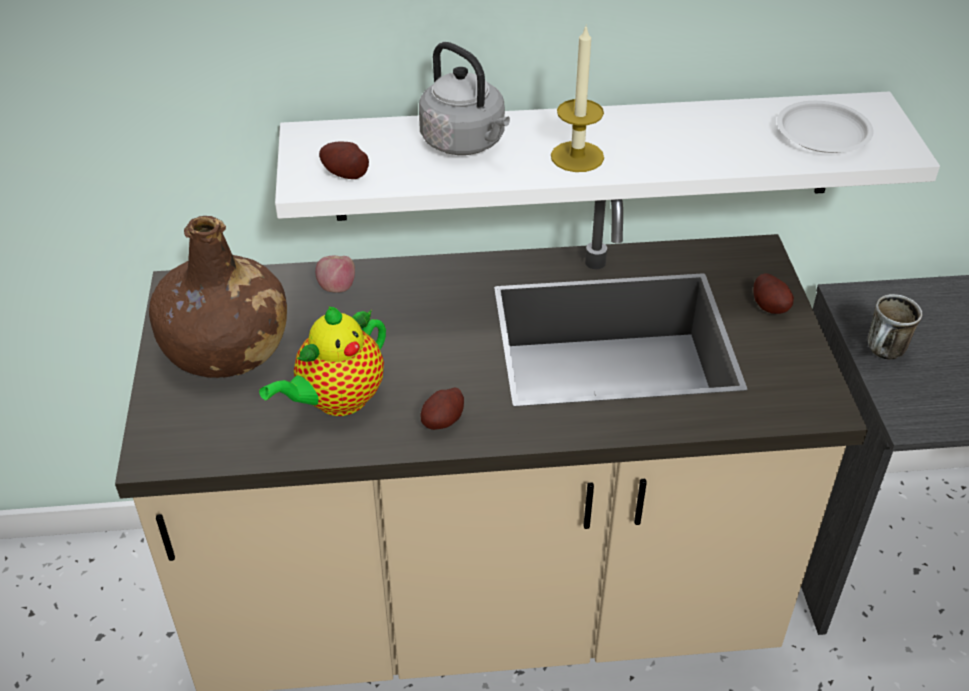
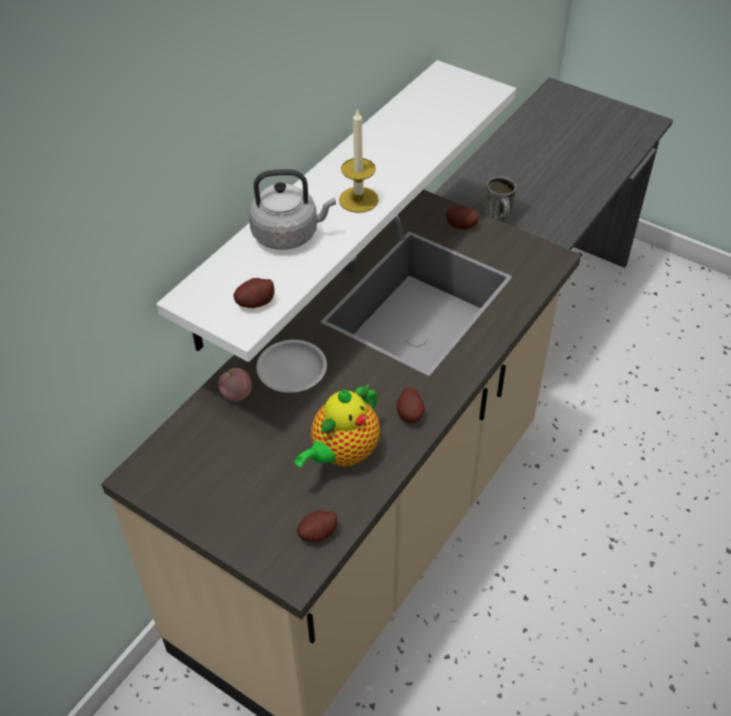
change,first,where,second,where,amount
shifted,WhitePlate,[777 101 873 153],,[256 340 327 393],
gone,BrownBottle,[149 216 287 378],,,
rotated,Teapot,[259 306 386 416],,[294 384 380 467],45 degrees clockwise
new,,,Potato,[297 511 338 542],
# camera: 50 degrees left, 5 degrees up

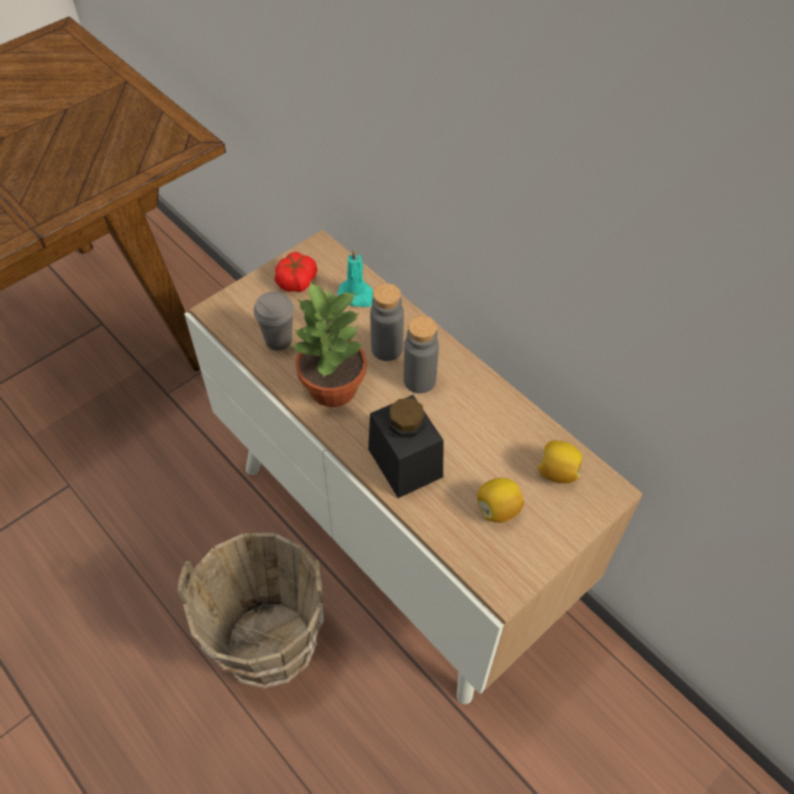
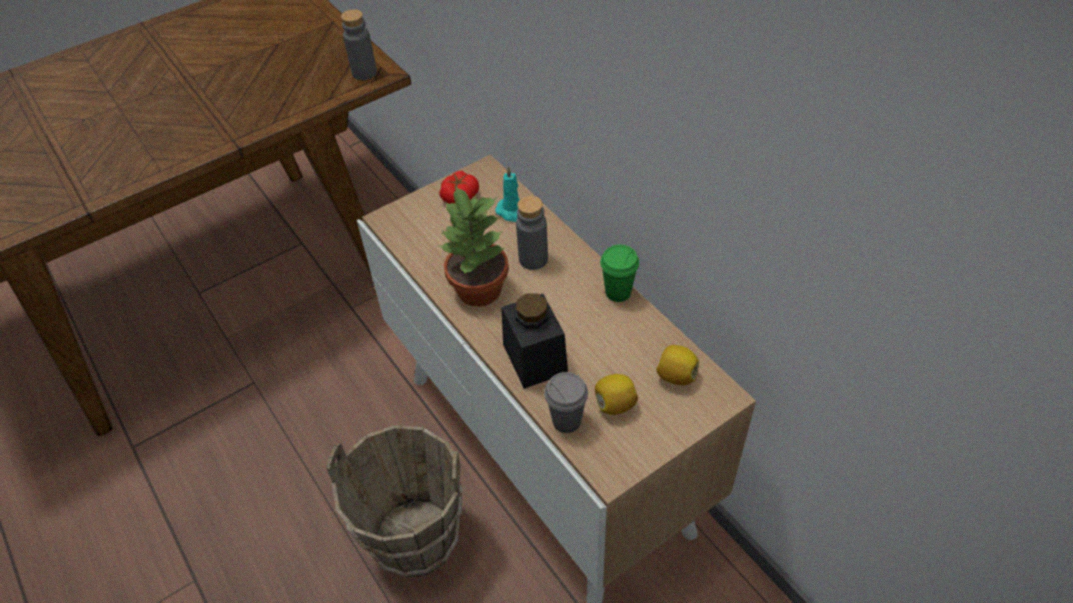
change,first,where,second,where,amount
shifted,GreyCup,[254 291 294 351],,[544 372 588 433],
shifted,GreyBottle,[404 316 439 393],,[341 9 377 80],
new,,,GreenCup,[600 245 639 302],
# camera: 10 degrees right, 5 degrees down

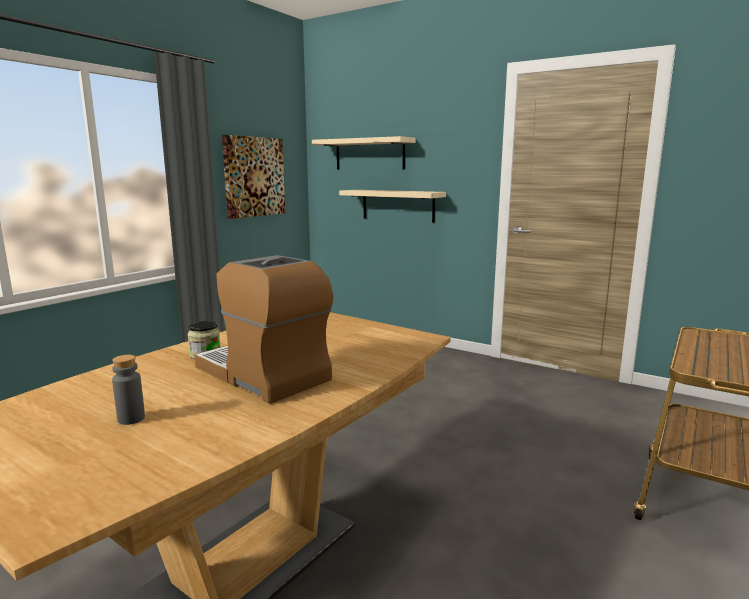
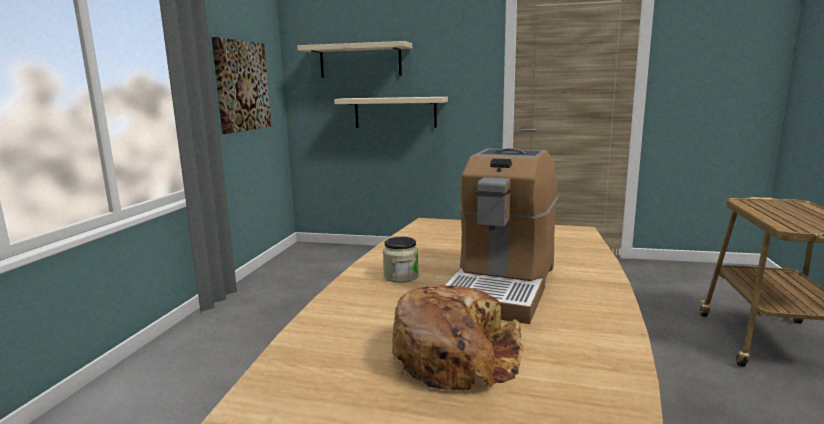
change,first,where,second,where,amount
rotated,CoffeeMachine,[195 255 333 404],,[445 148 558 324],90 degrees counterclockwise
swapped,GreyBottle,[112 355 145 425],Bread,[392 285 524 391],
# camera: 20 degrees left, 0 degrees up

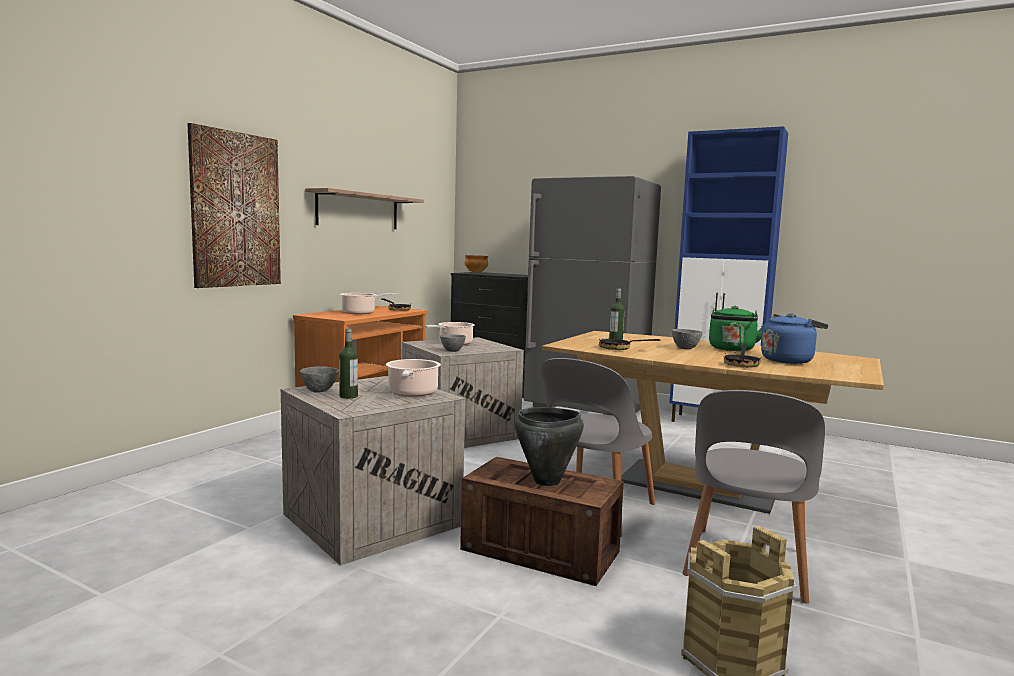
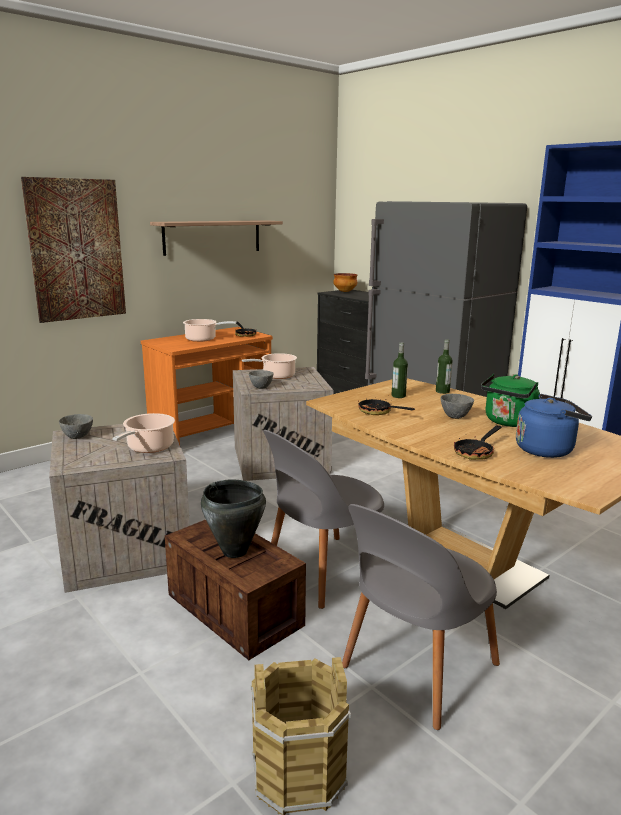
change,first,where,second,where,amount
shifted,Bottle,[339 328 358 399],,[436 339 453 394],
# camera: 20 degrees right, 10 degrees up

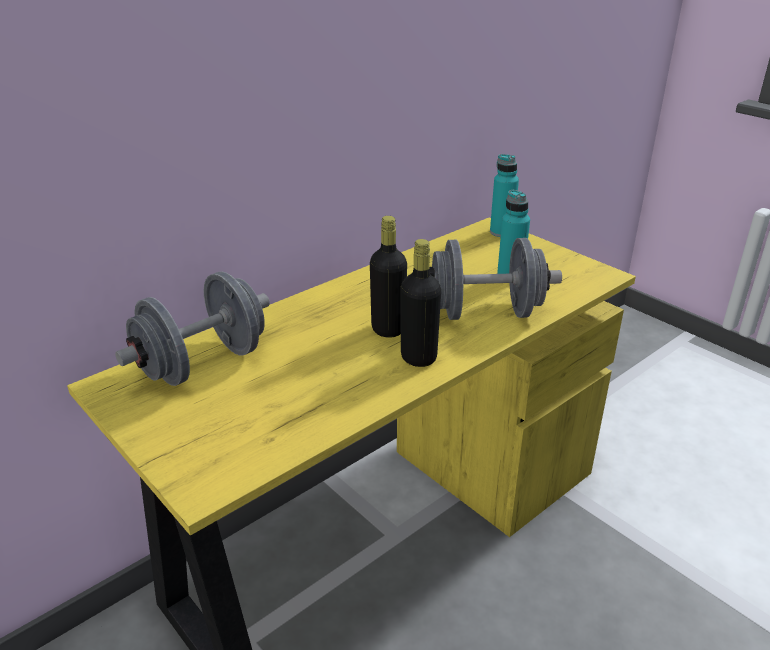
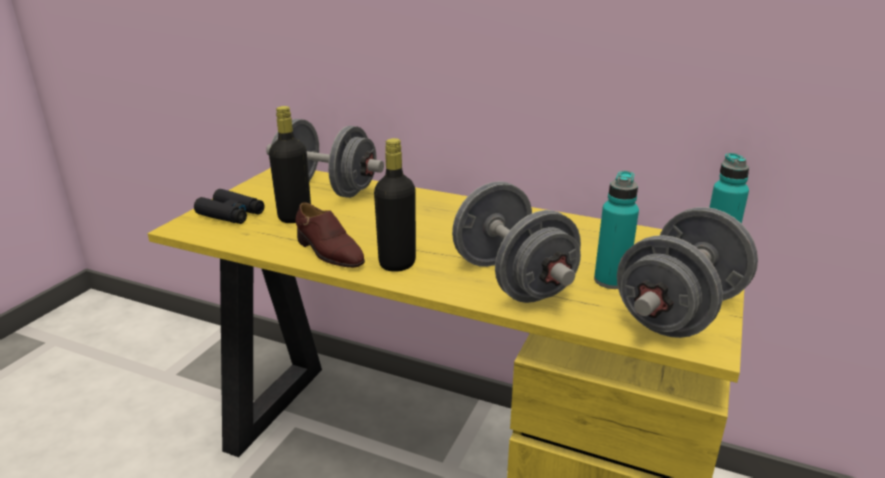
change,first,where,second,where,amount
shifted,BlackBottle,[370 216 407 338],,[269 106 311 223],
new,,,BlackBinoculars,[194 189 264 224],
new,,,BrownShoe,[295 202 365 268],
new,,,GreyDumbbell,[617 207 758 338],
# camera: 65 degrees right, 5 degrees down

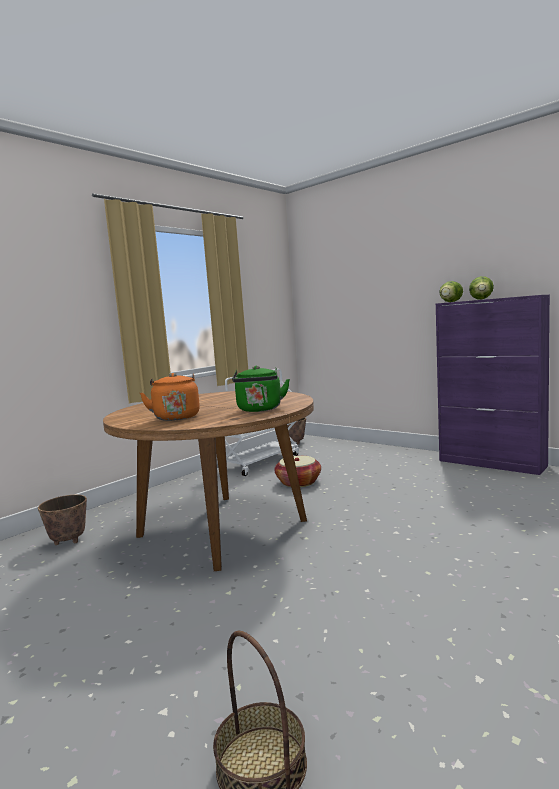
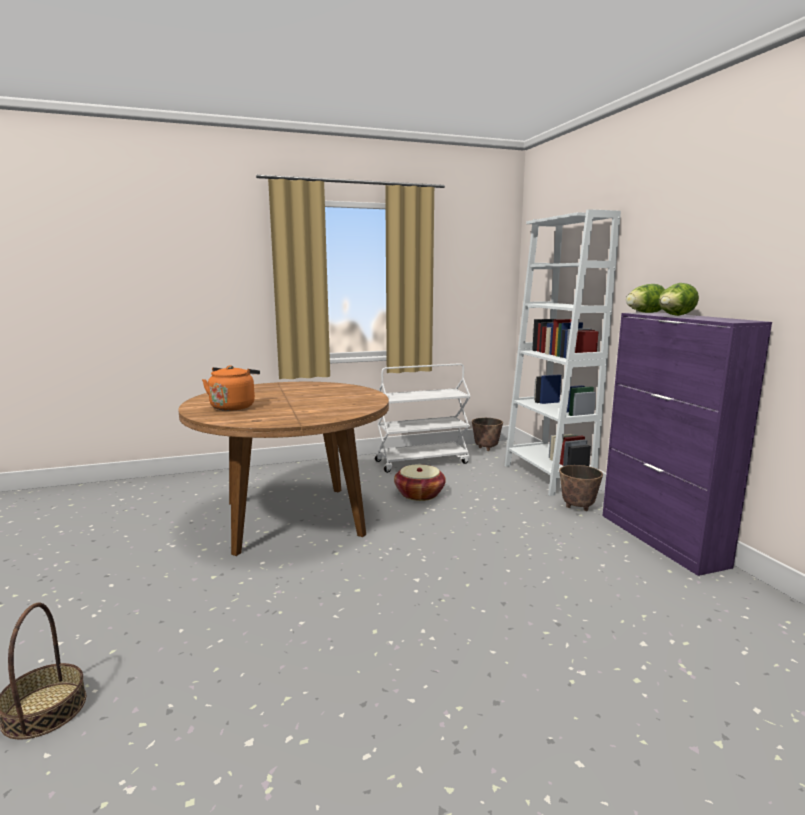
change,first,where,second,where,amount
gone,GreenKettle,[232 366 290 412],,,
shifted,Planter,[38 495 87 545],,[559 465 603 511],
new,,,WhiteBookcase,[505 209 621 496],
# camera: 30 degrees right, 5 degrees up

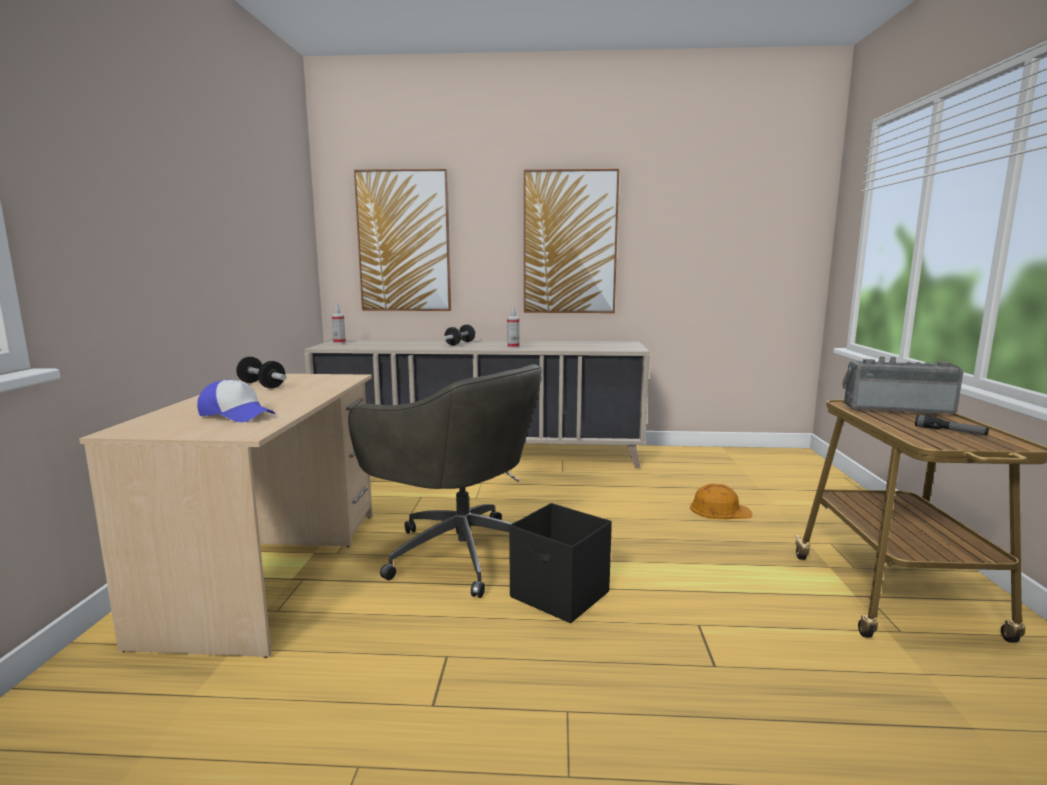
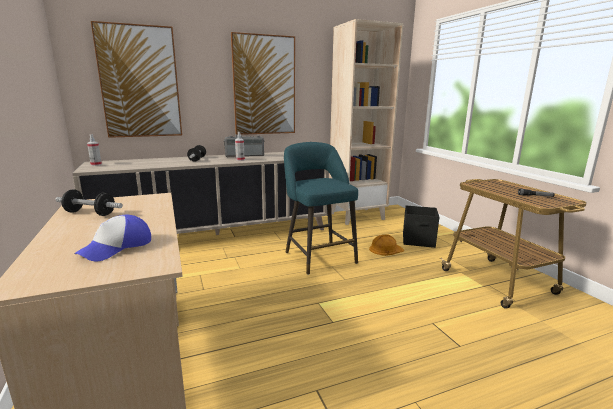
change,first,where,second,where,amount
shifted,Radio,[842 356 963 415],,[224 135 265 157],
gone,GreyOfficeChair,[348 364 541 598],,,
rotated,Cap,[197 380 275 422],,[74 215 151 261],120 degrees clockwise
shifted,BlackStorageBox,[509 503 612 623],,[403 205 439 248],
new,,,BeigeBookcase,[329 19 404 225],
new,,,TurquoiseStool,[284 142 358 275],
# camera: 25 degrees left, 5 degrees up

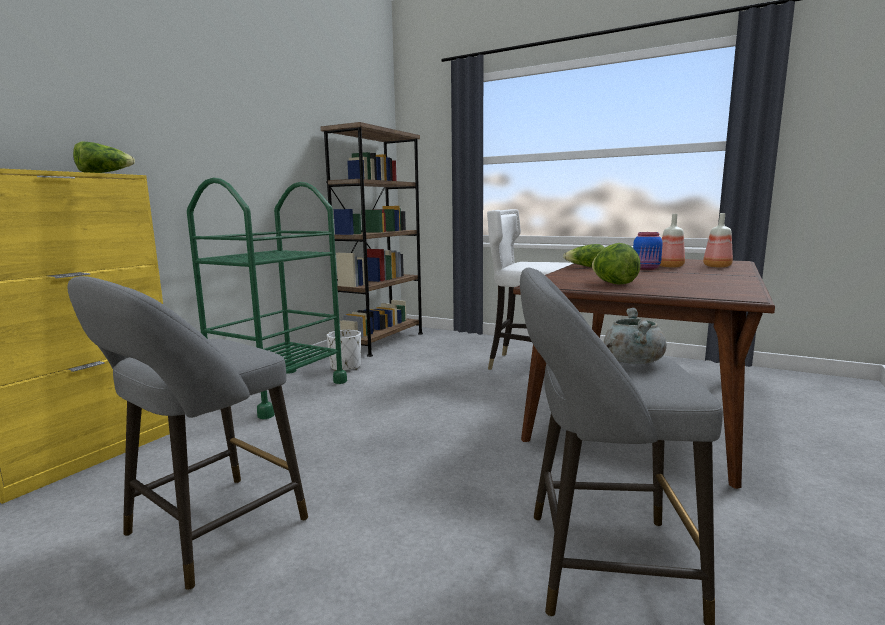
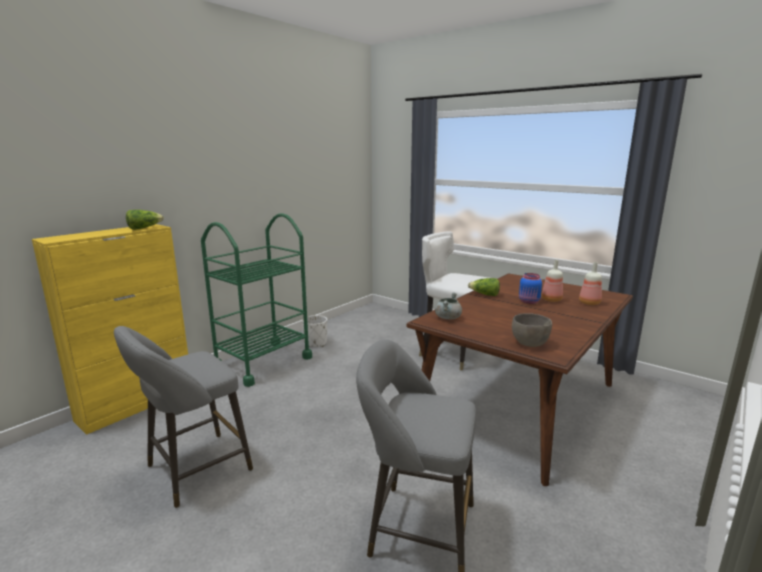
change,first,where,second,where,amount
gone,BrownBookcase,[321 122 423 357],,,
gone,Lettuce,[592 243 641 285],,,
shifted,GreyCookingPot,[604 308 667 364],,[435 292 462 319],
new,,,GreyBowl,[512 313 552 347],
# camera: 10 degrees right, 5 degrees up

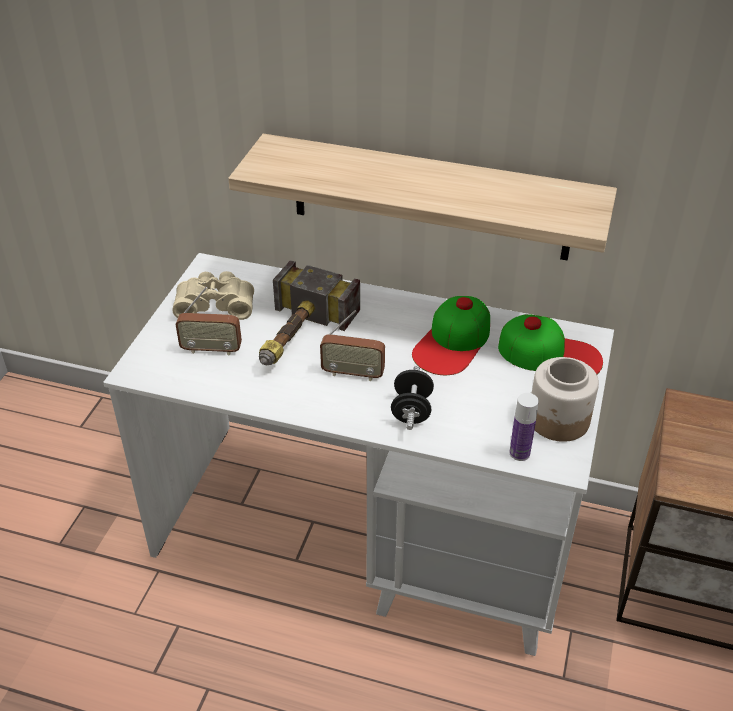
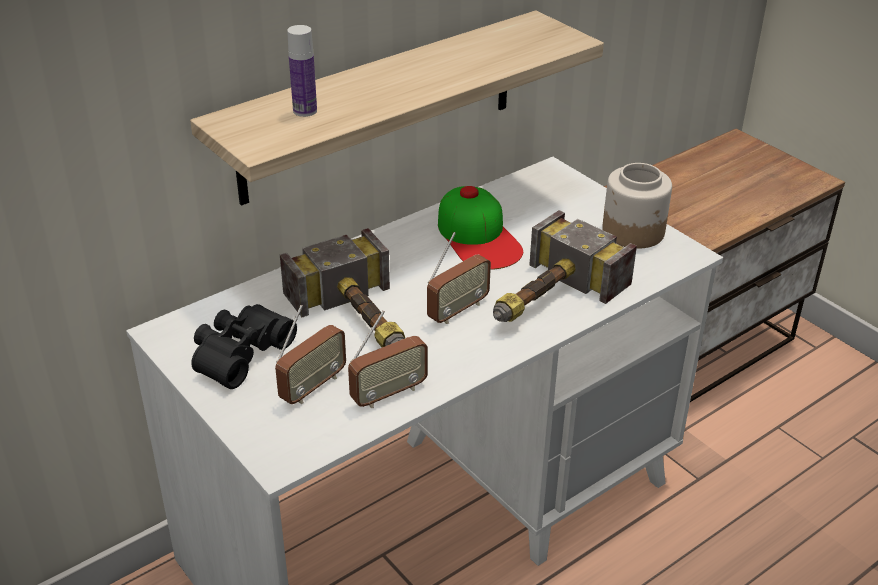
change,first,where,second,where,amount
repainted,BeigeBinoculars,[172 271 254 320],BlackBinoculars,[191 304 297 389],
gone,Cap,[498 314 603 374],,,
swapped,BlackDumbbell,[391 366 434 430],Hammer,[493 210 637 322],
shifted,Bottle,[509 393 539 461],,[287 25 317 117],
new,,,Radio,[348 310 428 408],
# camera: 55 degrees left, 5 degrees down

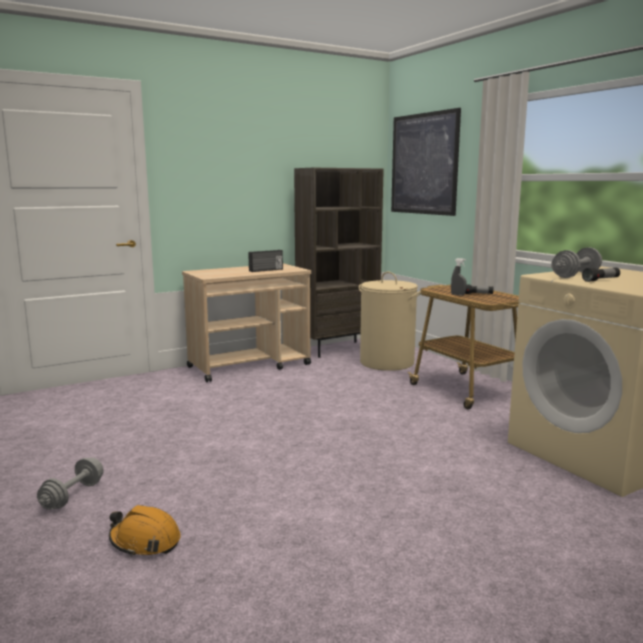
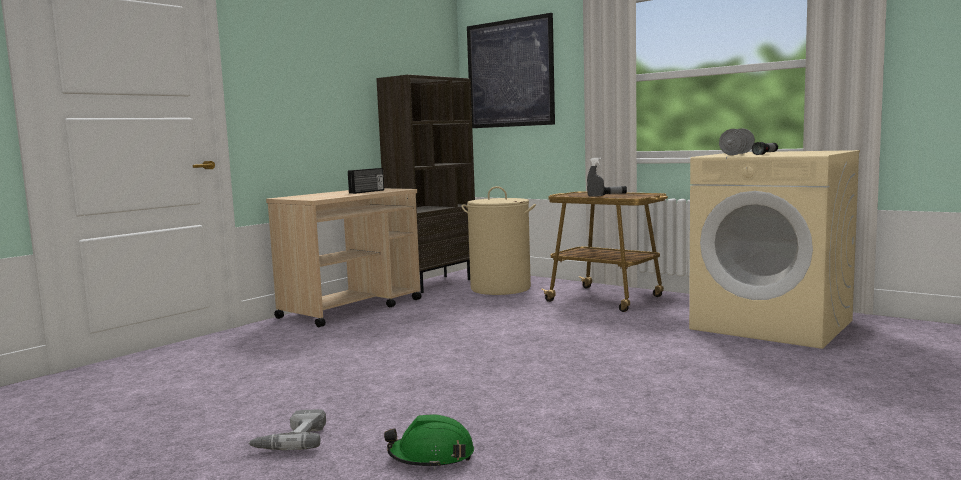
change,first,where,second,where,amount
swapped,GreyDumbbell,[37 458 103 510],PowerDrill,[249 409 326 450],
repainted,OrangeHardHat,[109 505 181 557],GreenHardHat,[384 414 474 469],
# camera: 20 degrees left, 5 degrees down

